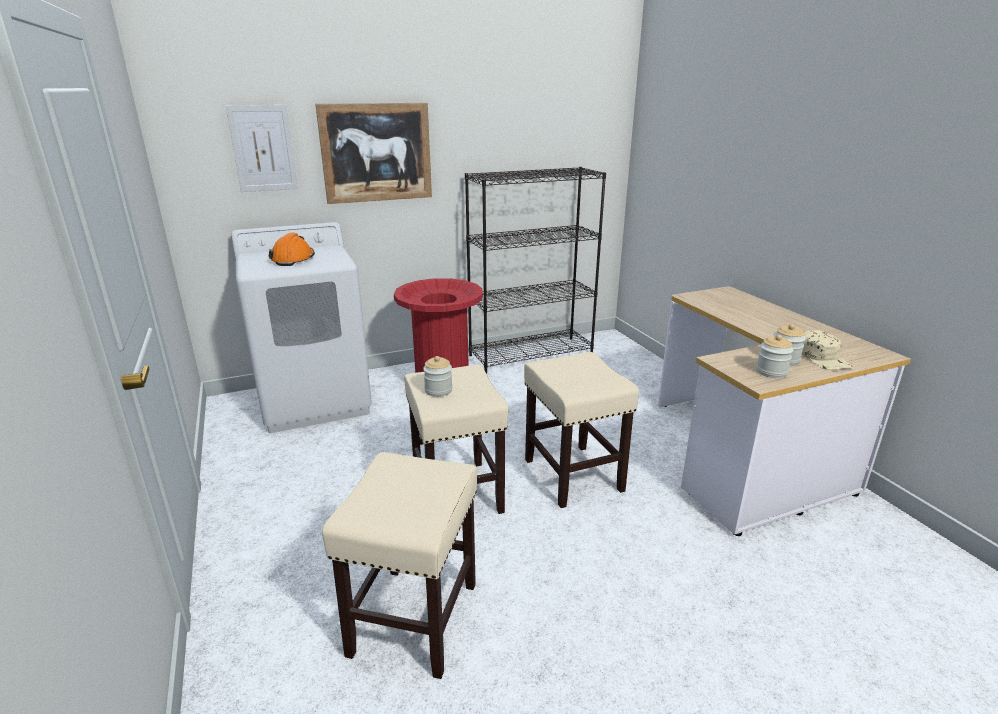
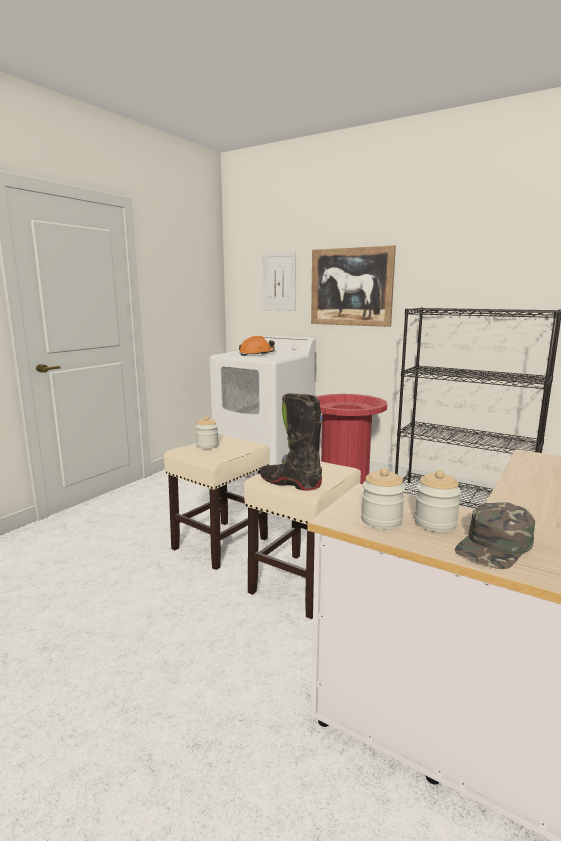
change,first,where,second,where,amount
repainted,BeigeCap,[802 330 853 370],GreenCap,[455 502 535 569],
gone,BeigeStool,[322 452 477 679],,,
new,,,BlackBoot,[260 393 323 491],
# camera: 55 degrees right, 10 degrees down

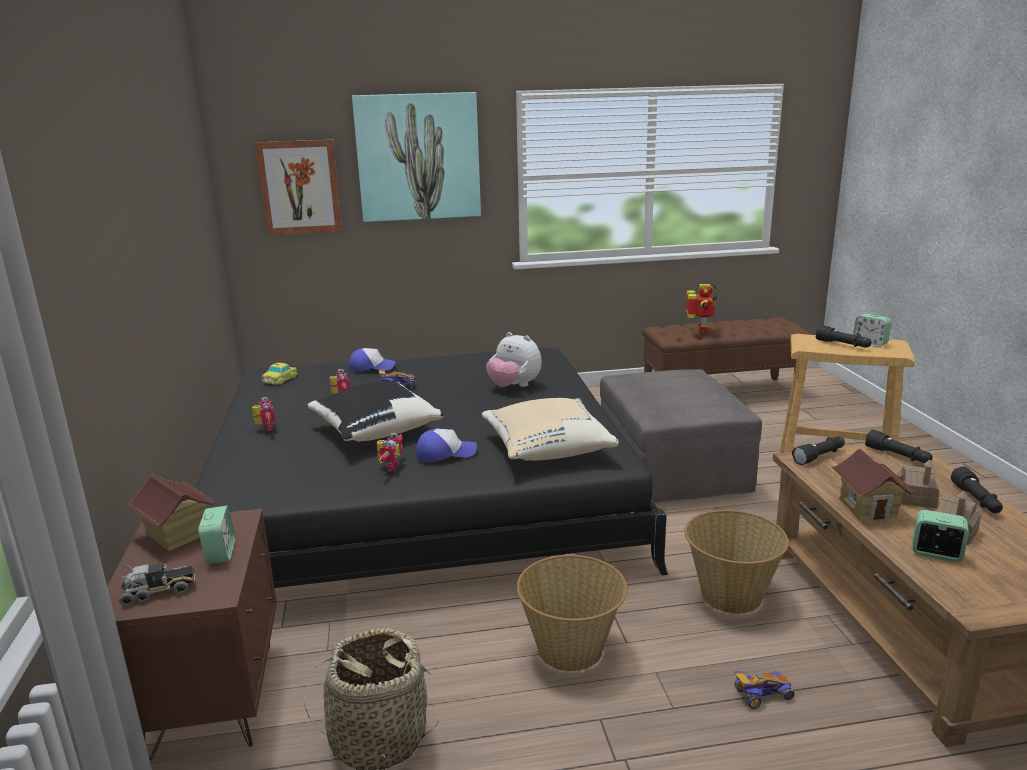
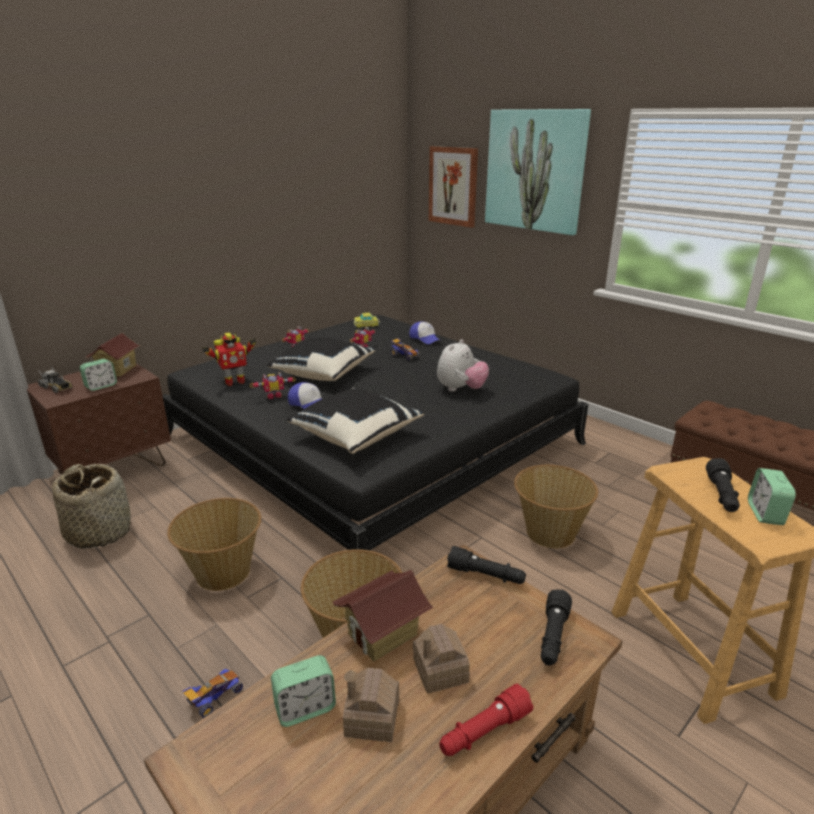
change,first,where,second,where,amount
shifted,ToyRobot,[686 283 718 333],,[202 333 256 386],
rotated,PlushToy,[486 332 542 387],,[437 339 489 392],150 degrees counterclockwise
swapped,GreyOttoman,[600 369 762 503],Basket,[514 465 598 548],
repainted,BeigePillow,[482 398 619 461],BlackPillow,[286 388 424 454],
repainted,BlackFlashlight,[951 467 1003 513],RedFlashlight,[439 684 533 756],
rotated,AlarmClock,[912 510 969 562],,[271 655 336 727],75 degrees clockwise
rotated,ToyCar,[734 671 795 709],,[183 669 243 718],90 degrees counterclockwise
# camera: 55 degrees right, 5 degrees up

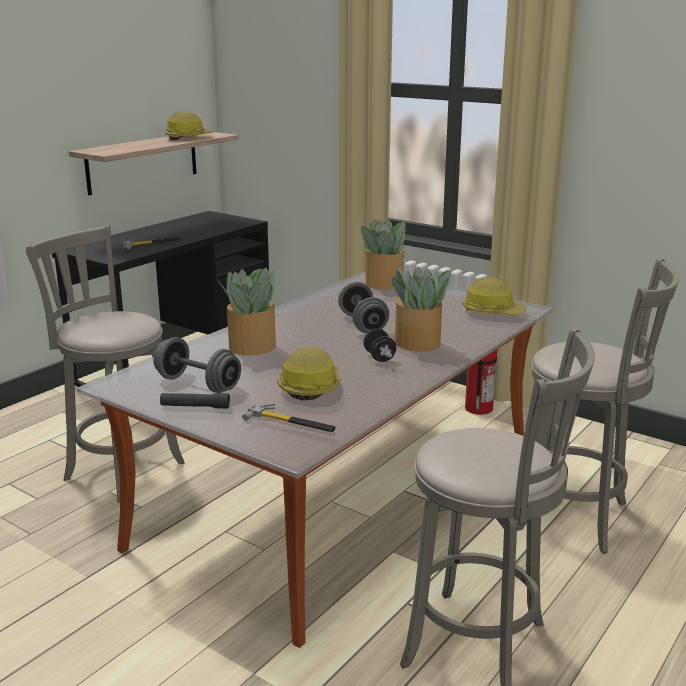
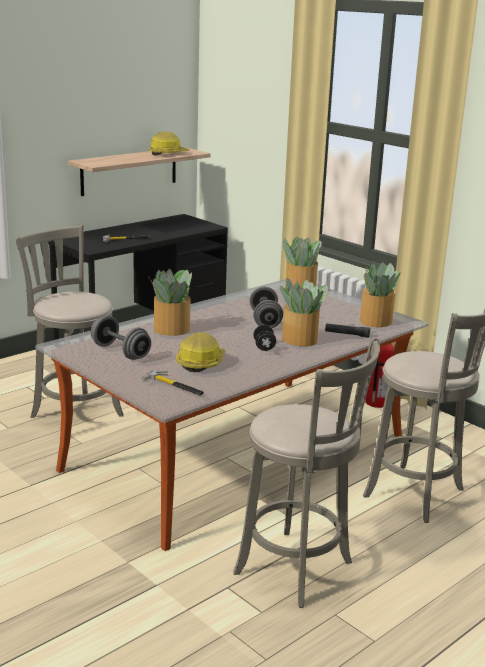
change,first,where,second,where,amount
swapped,HardHat,[462 277 527 315],PottedPlant,[360 262 401 327],
shifted,BlackFlashlight,[160 393 230 409],,[325 323 370 338],
# camera: 10 degrees right, 0 degrees up

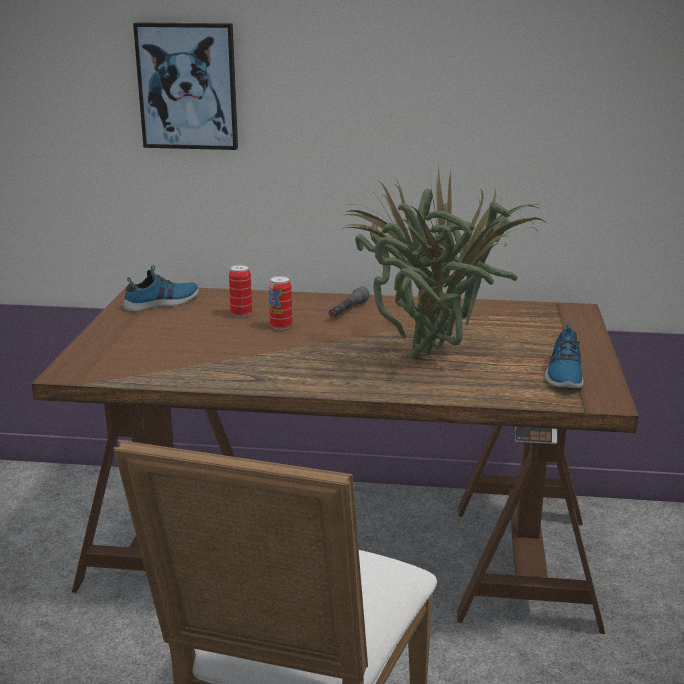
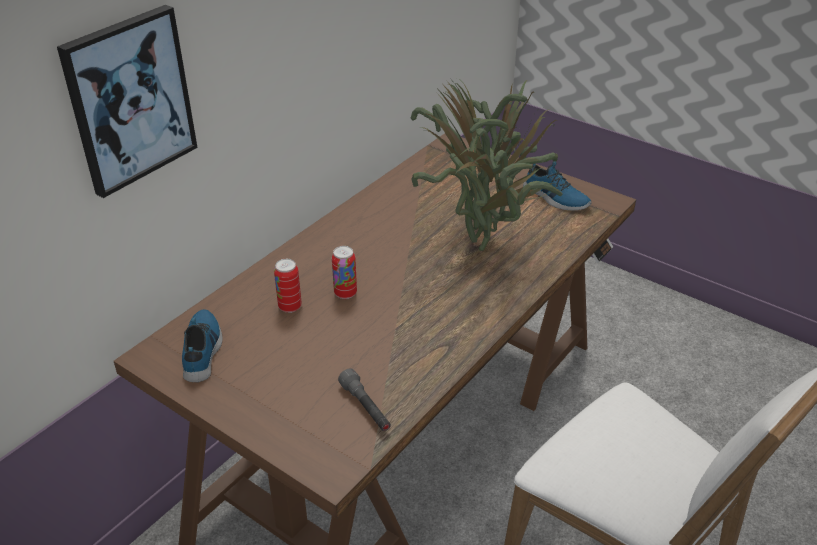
change,first,where,second,where,amount
shifted,GreyFlashlight,[329 286 370 318],,[338 369 391 431],
# camera: 60 degrees left, 15 degrees up

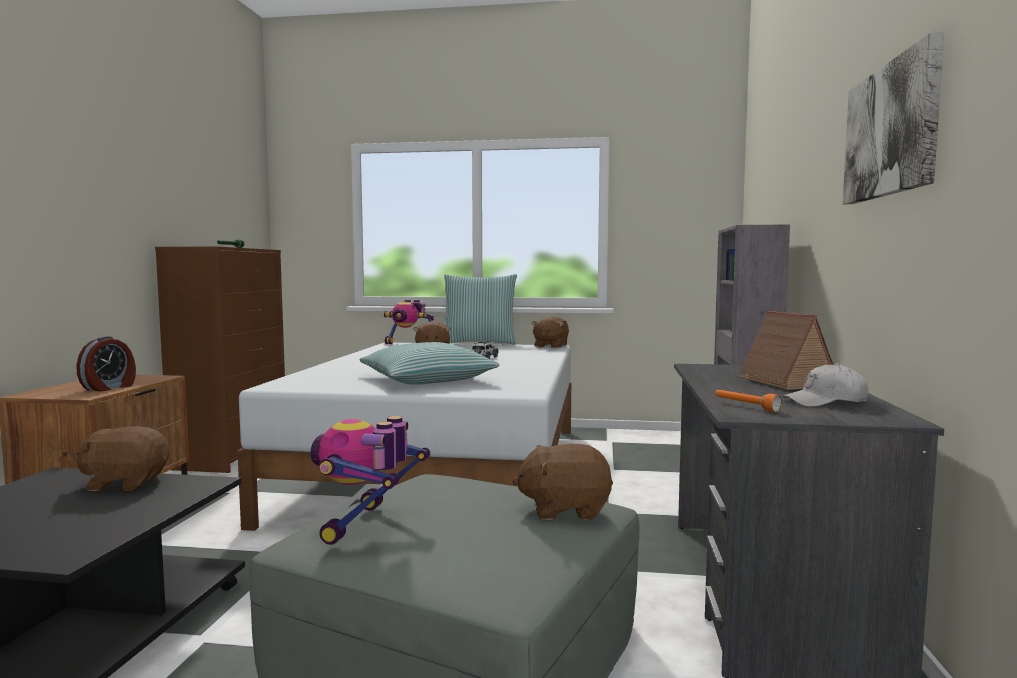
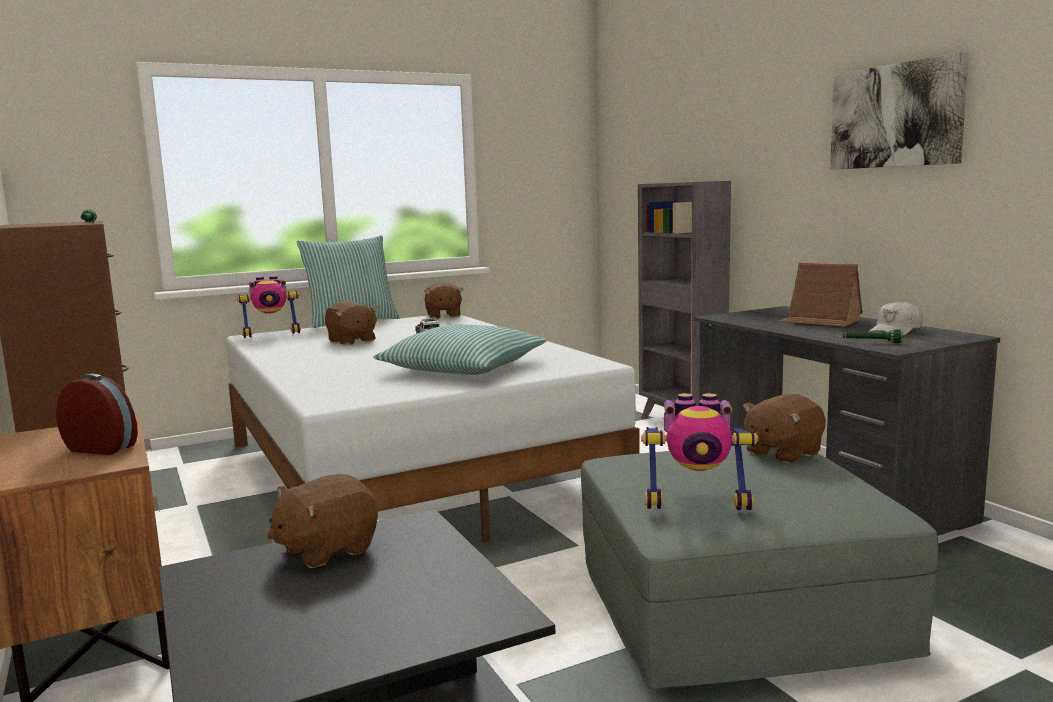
change,first,where,second,where,amount
rotated,AlarmClock,[76 336 136 391],,[56 374 138 455],60 degrees counterclockwise
repainted,OrangeFlashlight,[715 390 782 412],GreenFlashlight,[843 329 902 343],
rotated,ToyRobot,[310 416 430 545],,[641 393 758 510],60 degrees counterclockwise
# camera: 35 degrees left, 5 degrees up

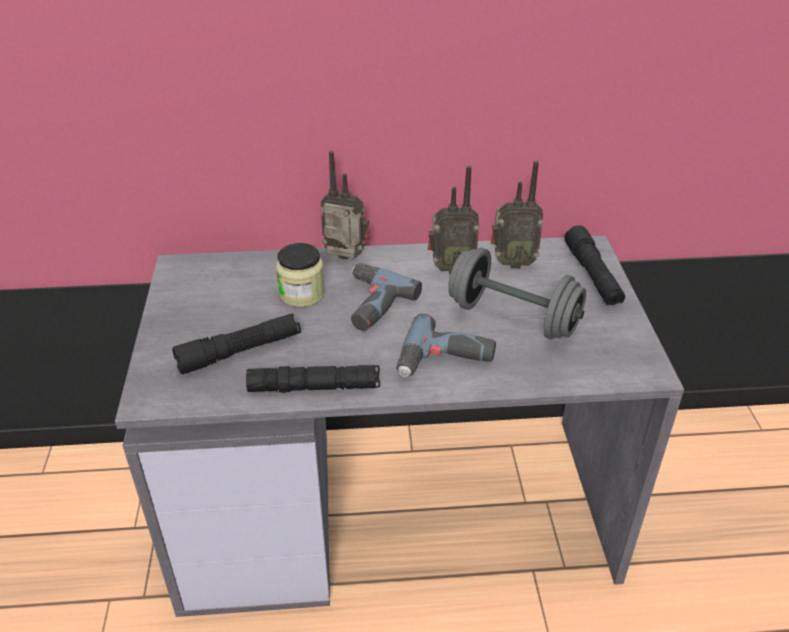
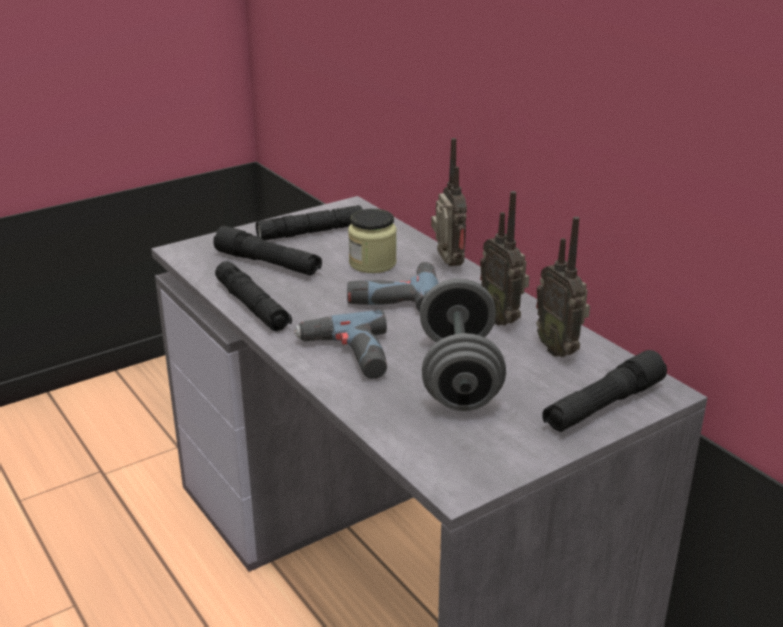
change,first,where,second,where,amount
new,,,BlackFlashlight,[256 205 363 240],
# camera: 60 degrees right, 10 degrees down

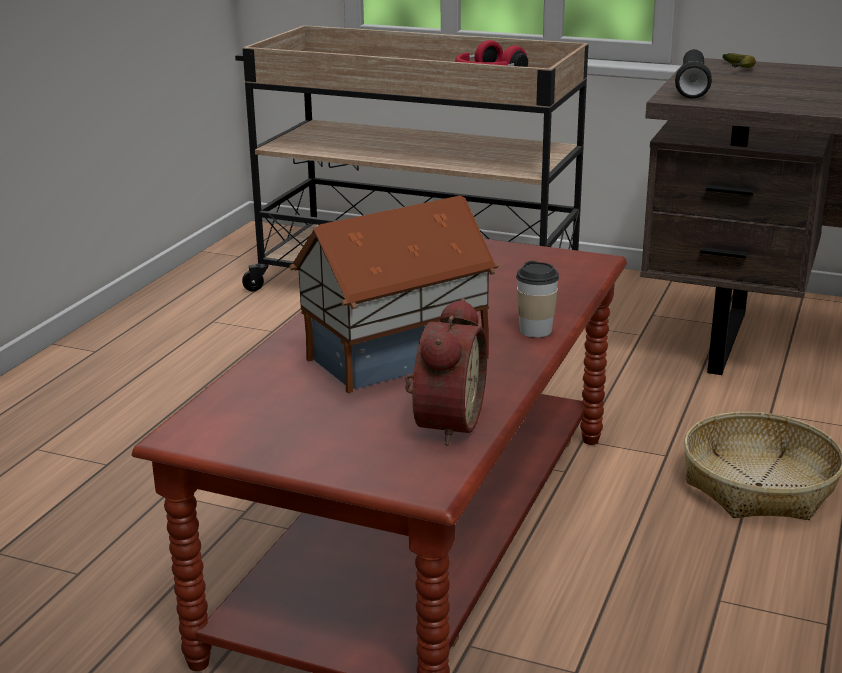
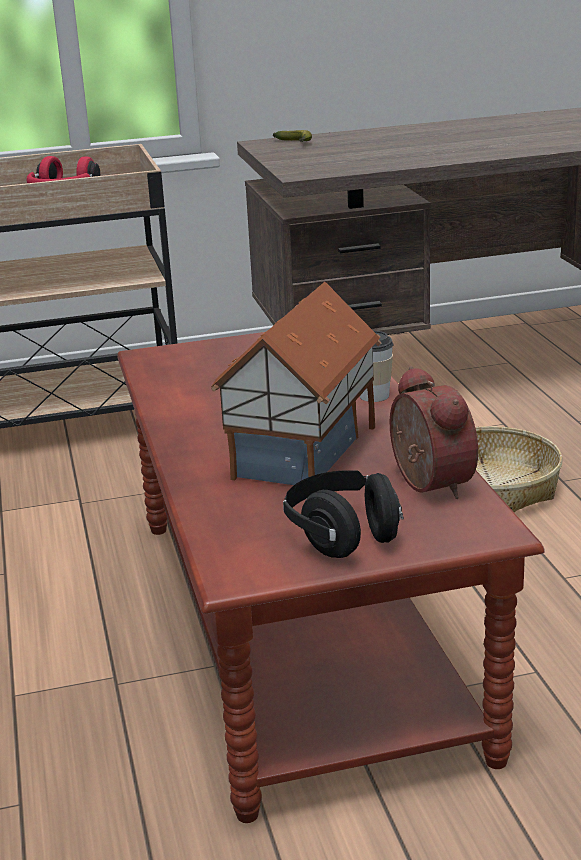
change,first,where,second,where,amount
gone,BlackFlashlight,[675 49 712 99],,,
new,,,BlackHeadphones,[283 470 404 558],
# camera: 35 degrees left, 0 degrees up

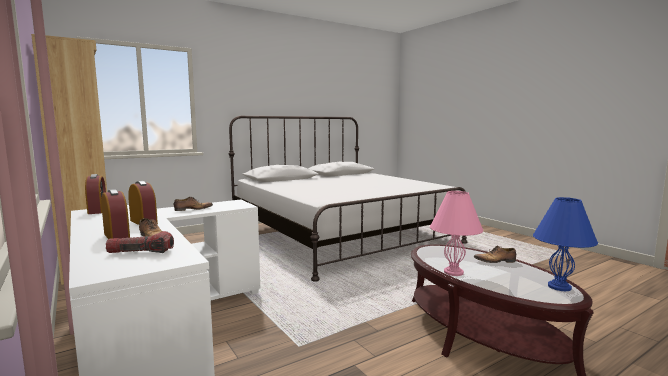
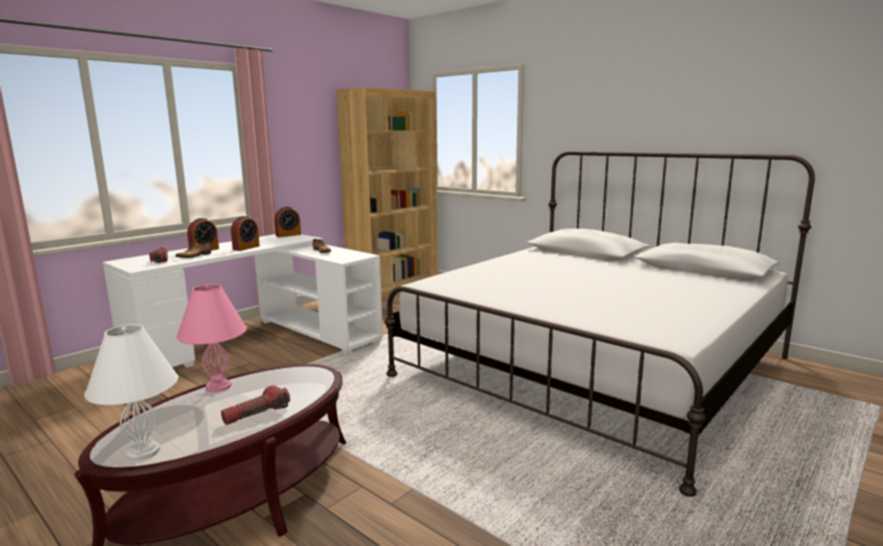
change,first,where,second,where,amount
repainted,BlueTableLamp,[533 197 598 291],WhiteTableLamp,[84 324 178 461],
swapped,Shoe,[474 245 516 263],Flashlight,[221 385 290 425],
# camera: 75 degrees right, 5 degrees up

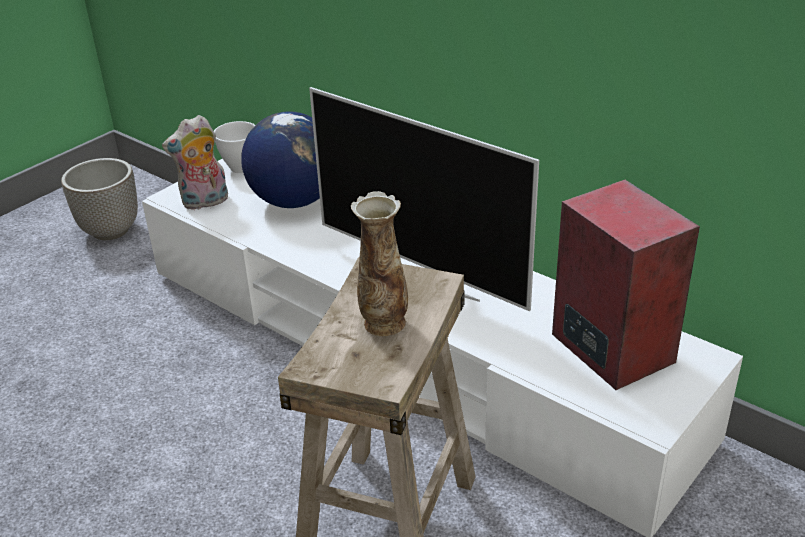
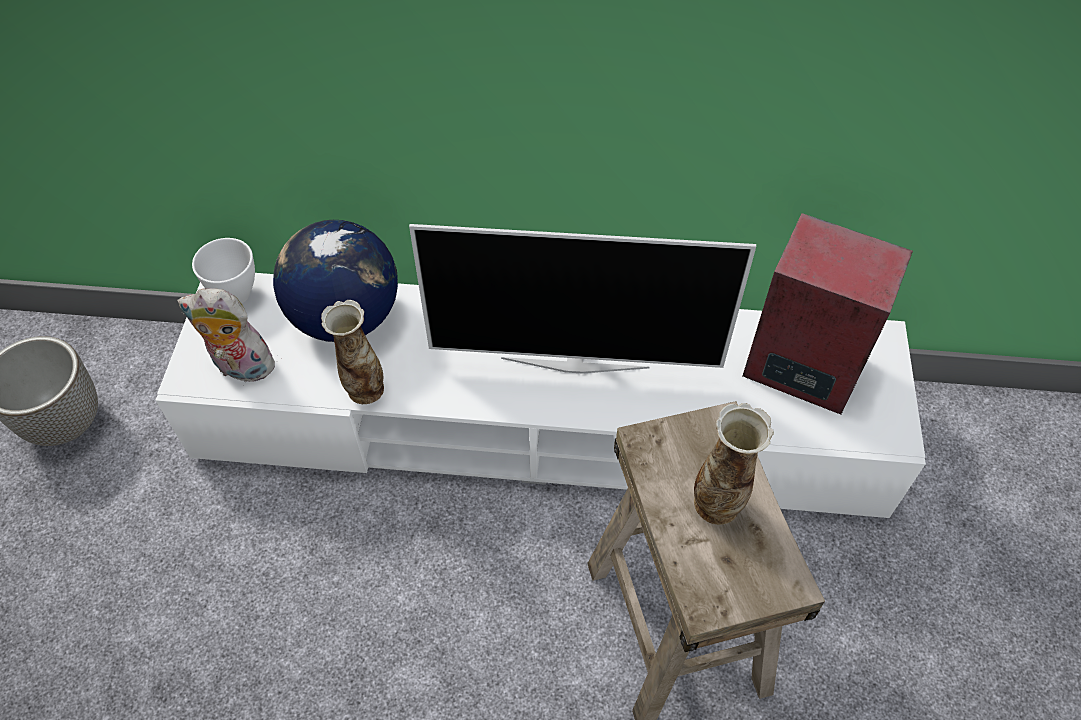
change,first,where,second,where,amount
rotated,PlushToy,[162 115 228 210],,[177 288 275 382],75 degrees clockwise
new,,,Vase,[321 300 384 404],
# camera: 35 degrees left, 20 degrees up

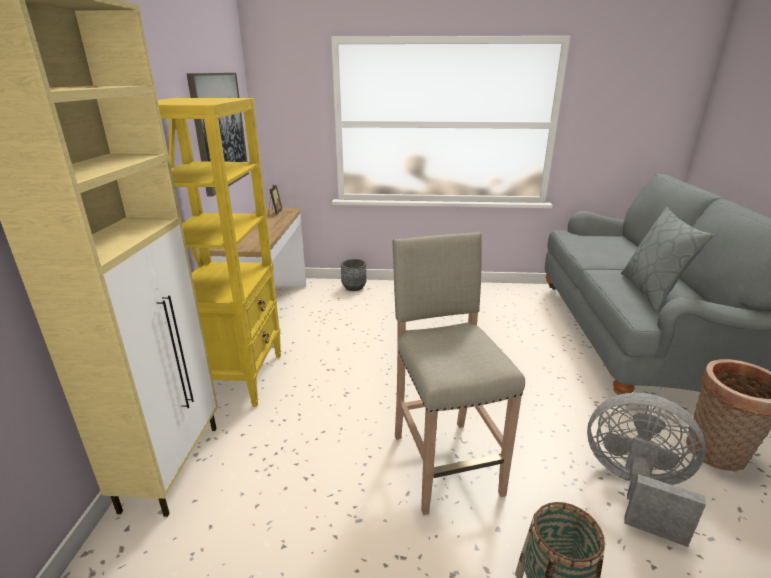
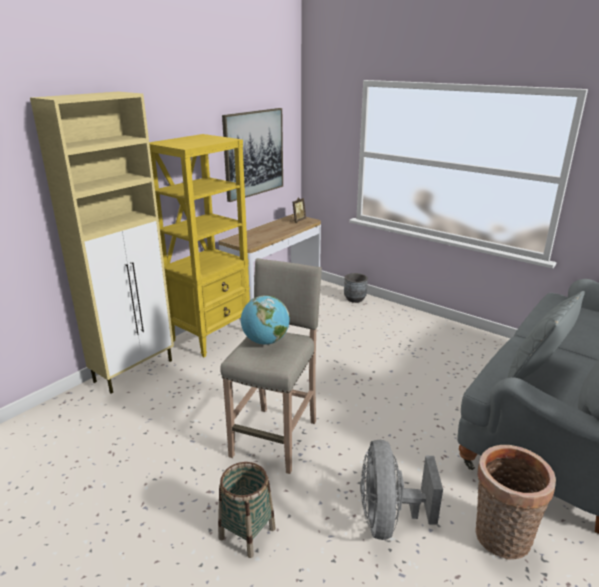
change,first,where,second,where,amount
rotated,GreyFan,[587 393 706 547],,[360 440 443 540],150 degrees counterclockwise
new,,,Globe,[241 295 289 345],
# camera: 35 degrees right, 0 degrees up

